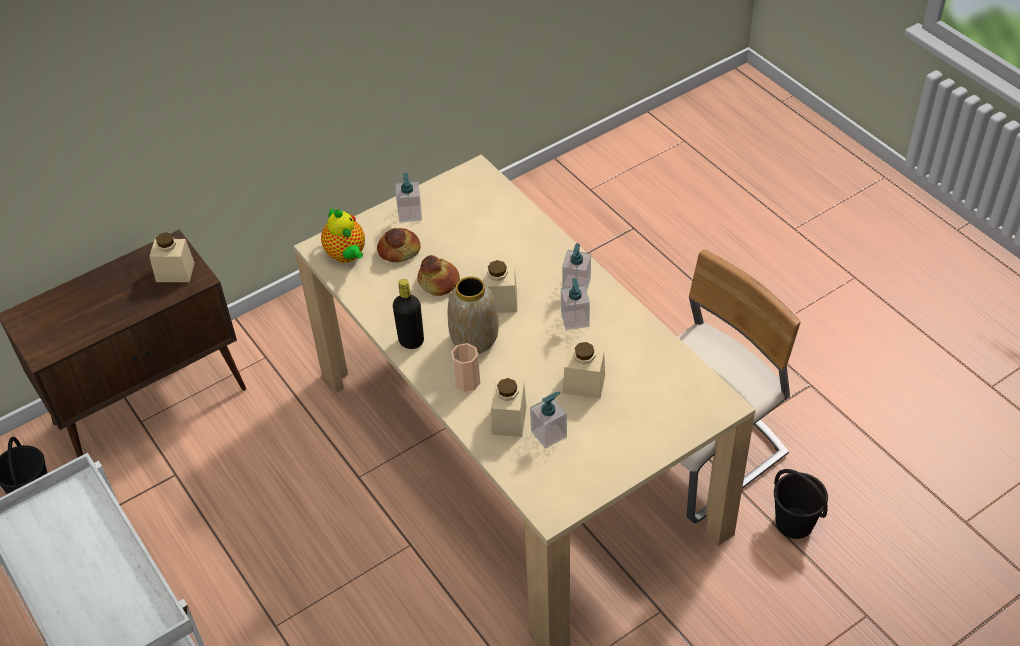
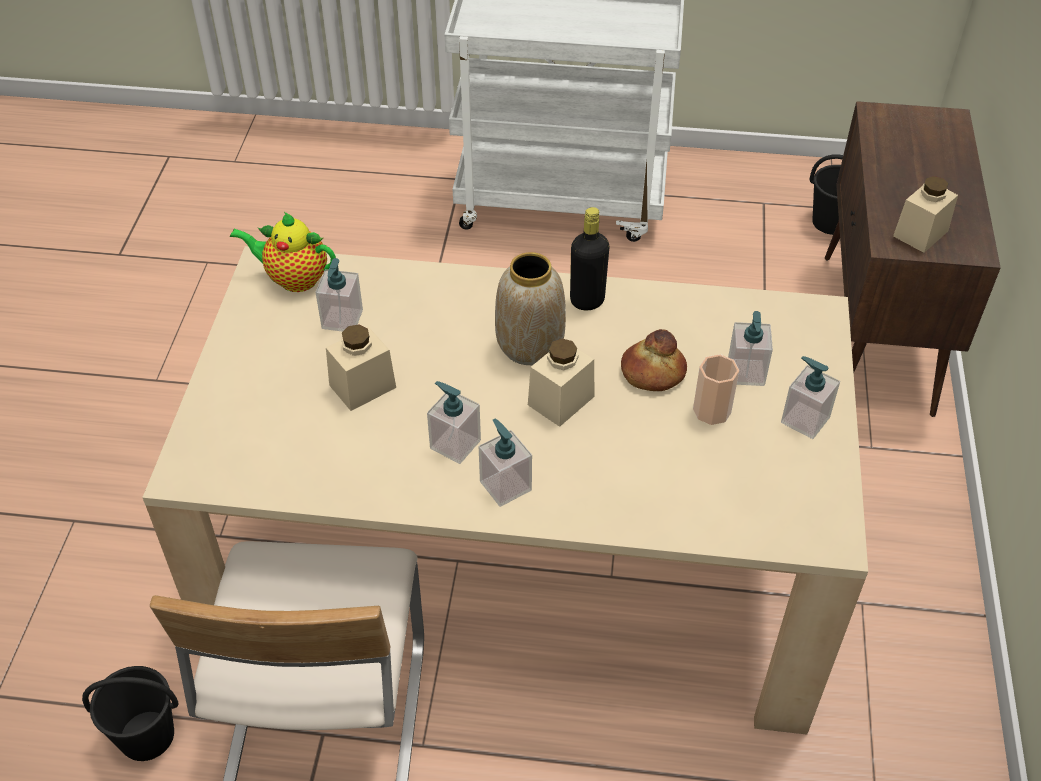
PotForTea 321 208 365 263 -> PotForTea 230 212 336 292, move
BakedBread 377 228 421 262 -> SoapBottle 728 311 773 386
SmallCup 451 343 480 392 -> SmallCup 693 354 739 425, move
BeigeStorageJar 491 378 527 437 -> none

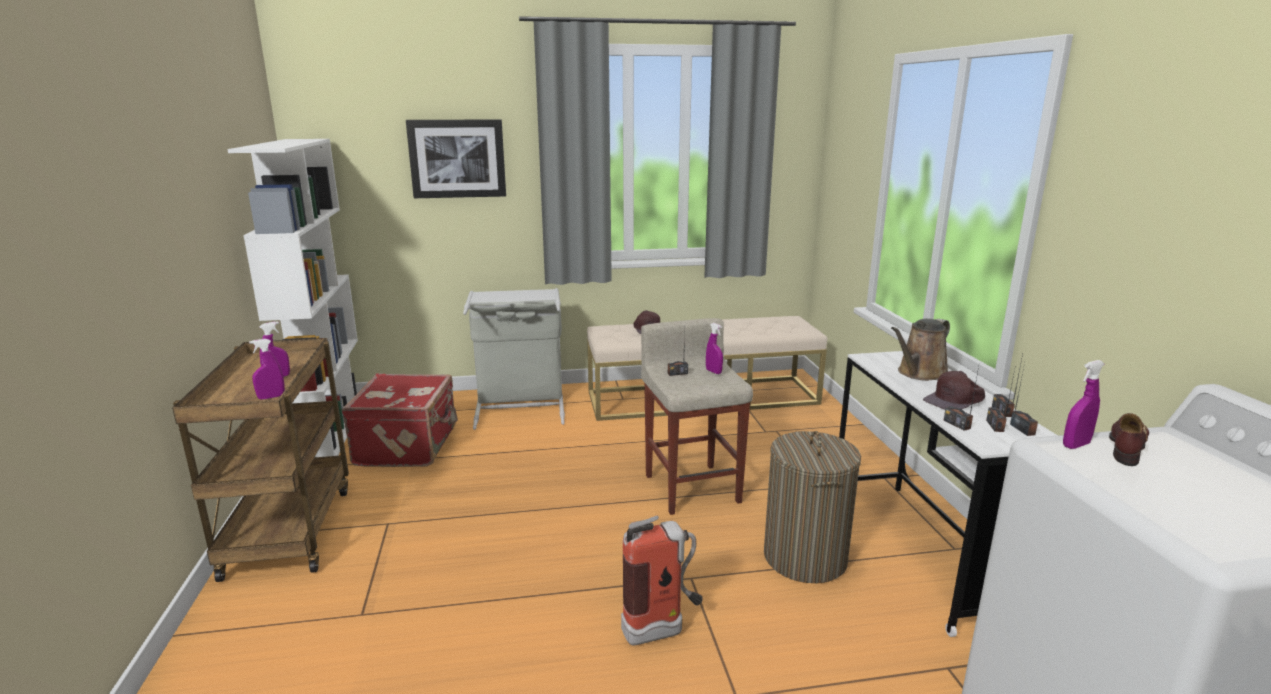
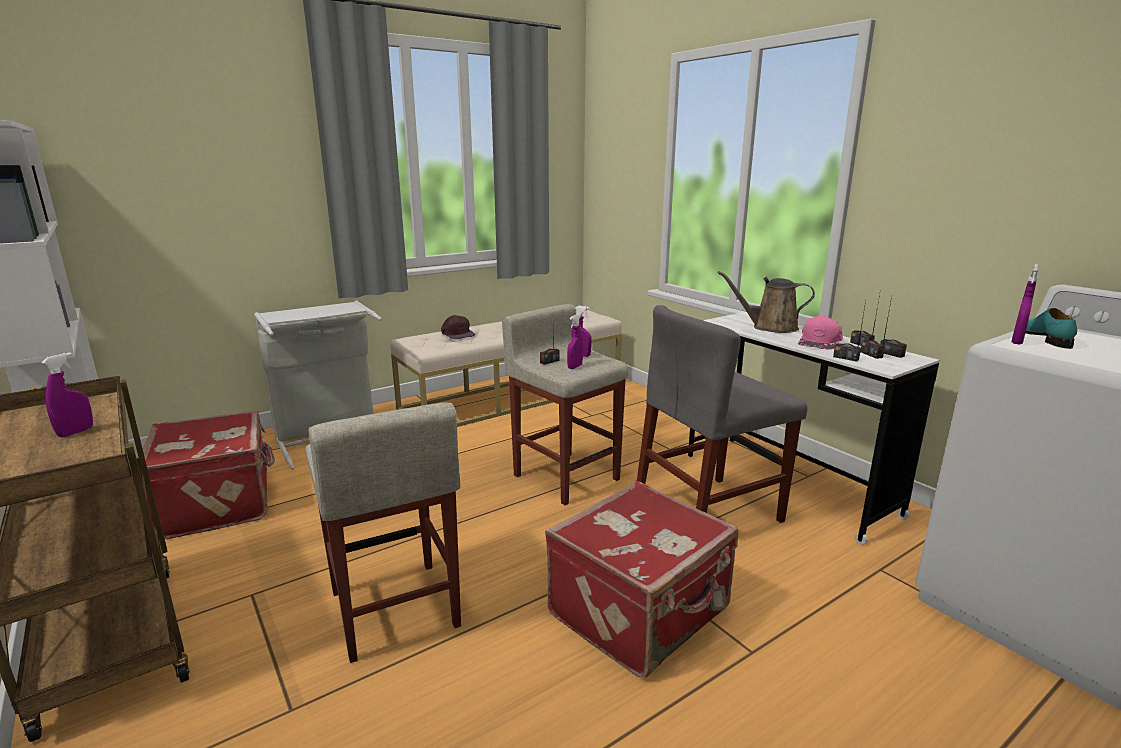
PurpleColouredHandSprayer 249 339 285 400 -> PurpleColouredHandSprayer 567 315 583 369, move
Picture 406 119 506 198 -> none
Extinguisher 621 516 703 645 -> RedColouredTravelCase 545 481 739 678
WashingBasket 764 431 861 583 -> GreyishUprightChair 637 305 807 523
BrownishWateringCan 891 319 950 381 -> BrownishWateringCan 718 271 815 333, 75 degrees clockwise
BrownishBaseballCap 923 371 985 410 -> PinkColouredBaseballCap 798 315 843 350
BrownishItemOfFootwear 1109 413 1149 466 -> TurquoiseItemOfFootwear 1026 308 1077 349
none -> BeigeSittingStool 306 402 461 663

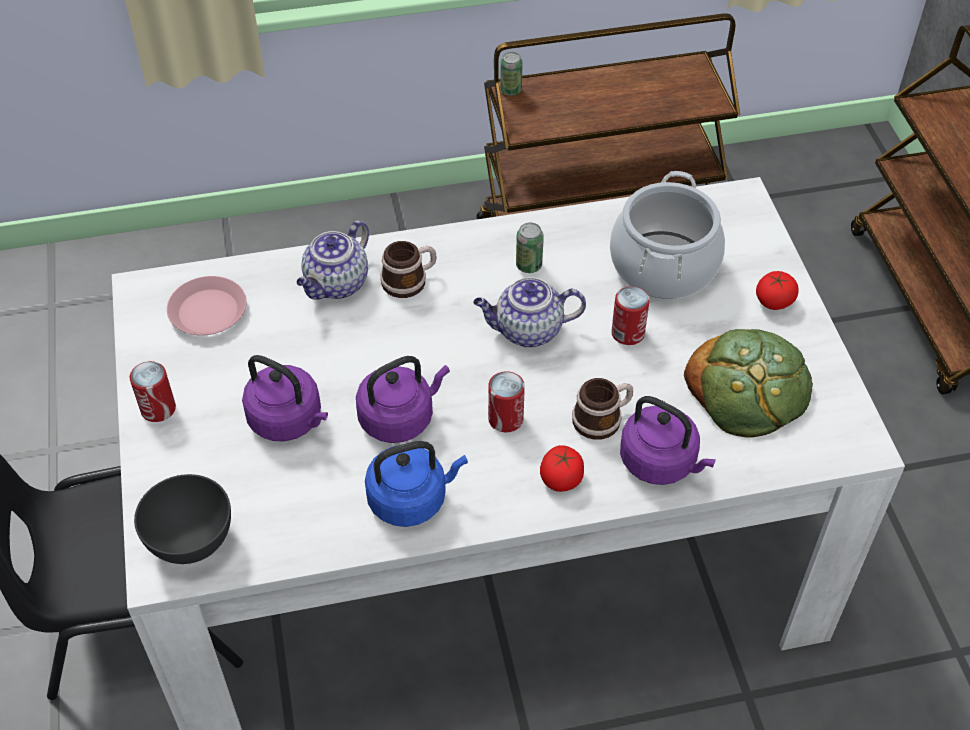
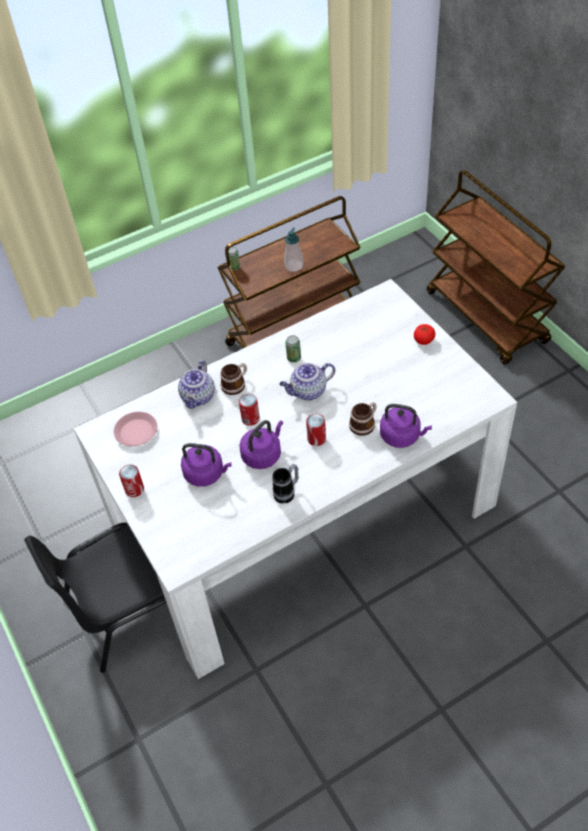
GreyishServingBowl 134 474 231 564 -> none
BluishWaterKettle 365 441 468 527 -> TeaMug 272 464 298 504
FreshTomato 540 445 584 492 -> none
Stockpot 610 171 725 299 -> none
SealedCan 611 286 650 345 -> SealedCan 239 394 260 426, move
BakedBread 684 329 813 438 -> none
none -> SoapBottle 284 227 303 272

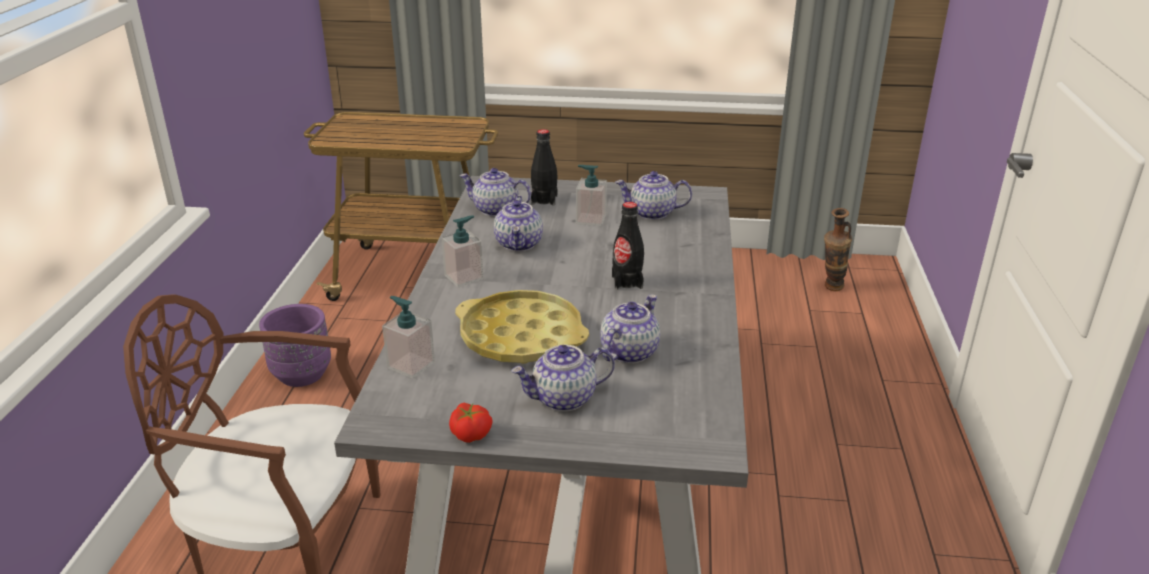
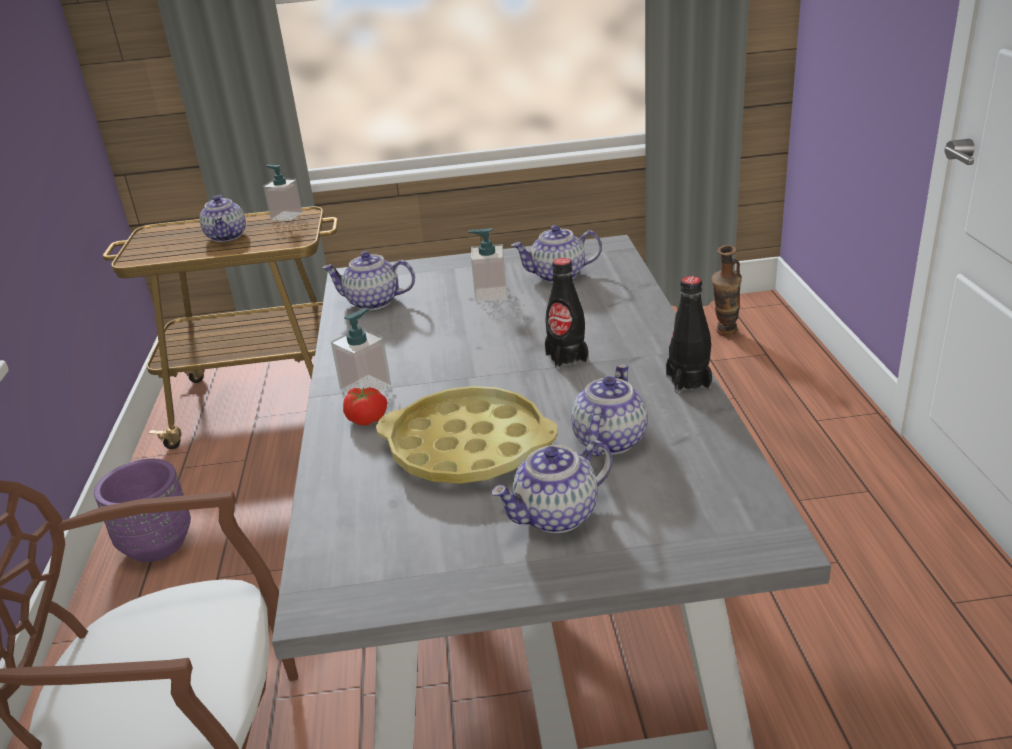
SoapBottle 382 296 435 379 -> SoapBottle 263 165 303 221, move
FreshTomato 449 403 493 443 -> FreshTomato 343 387 387 426, move
PotForTea 494 196 543 251 -> PotForTea 200 195 246 242, move
BlackishBeverageBottle 531 129 557 206 -> BlackishBeverageBottle 666 276 712 393, move

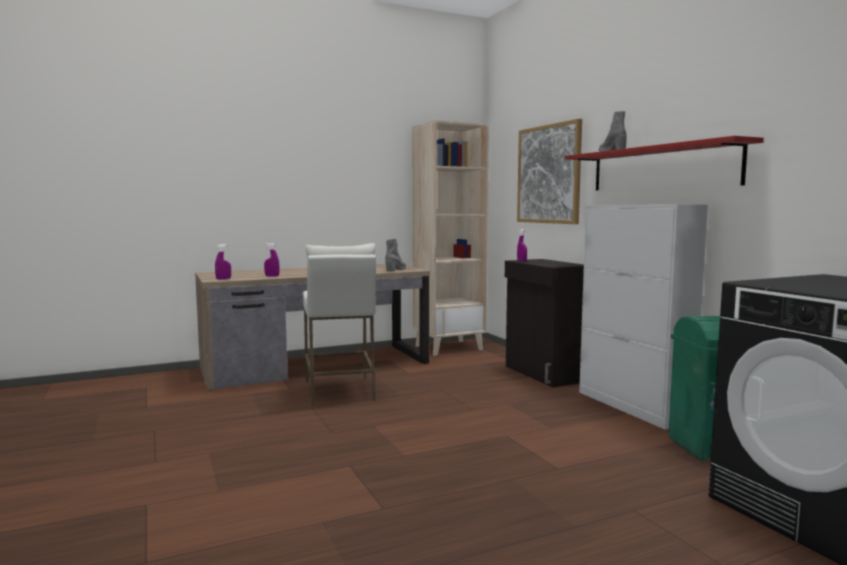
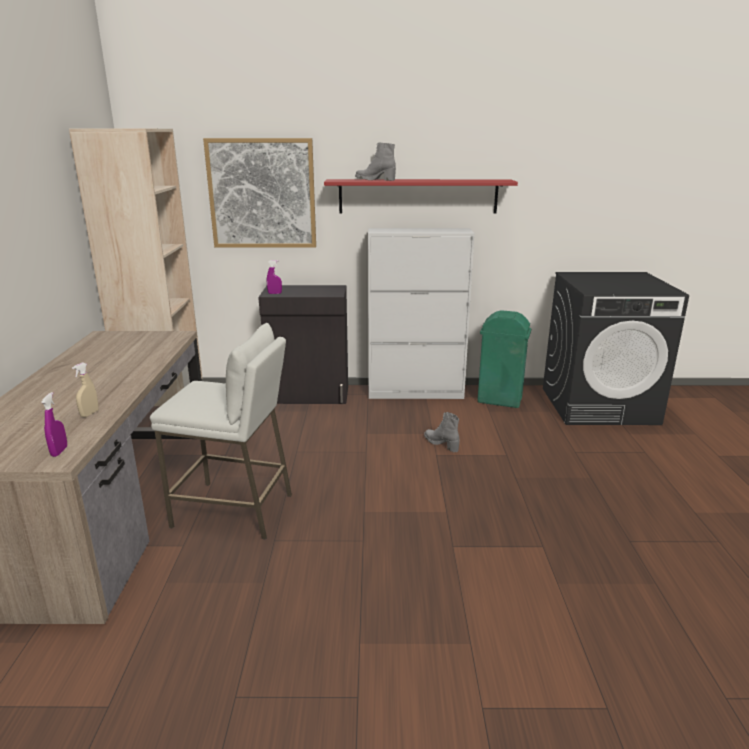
PurpleColouredHandSprayer 264 243 279 276 -> BeigeHandSprayer 72 362 99 417
GreyishTallBoot 385 239 406 271 -> GreyishTallBoot 424 412 460 452, move

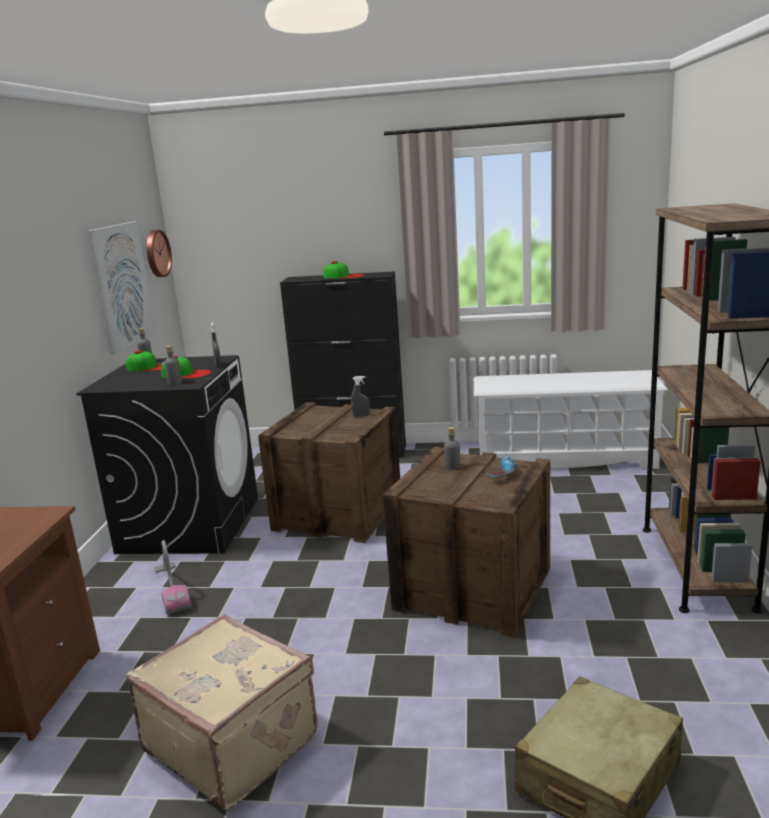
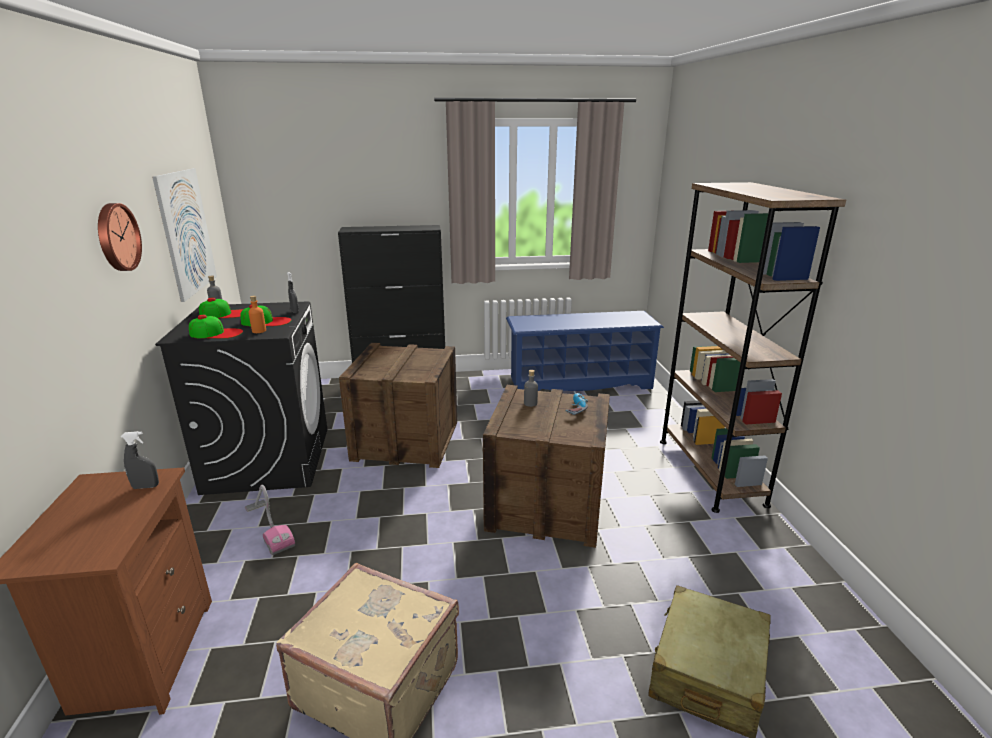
ClockOnTheWall 147 230 172 277 -> ClockOnTheWall 98 203 142 271, move
GreyishBeverageBottle 164 346 182 385 -> OrangeBeverageBottle 248 295 266 333
BaseballCap 323 261 364 279 -> BaseballCap 189 315 243 339, move
GreyishHandSprayer 351 376 370 417 -> GreyishHandSprayer 121 431 159 489, move
WhiteColouredShoeStand 474 370 668 469 -> BluishShoeStand 506 311 664 391

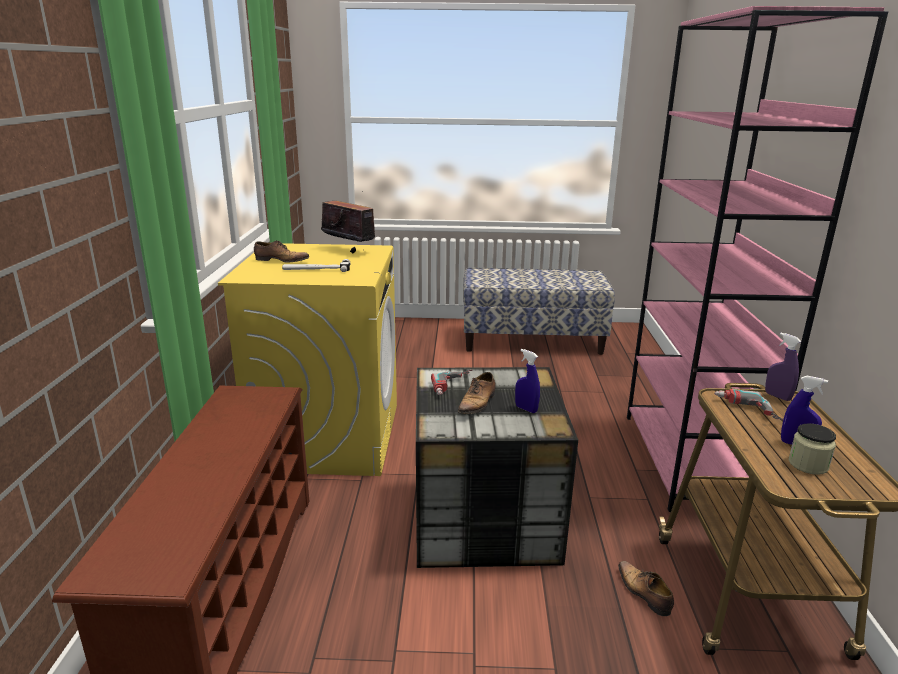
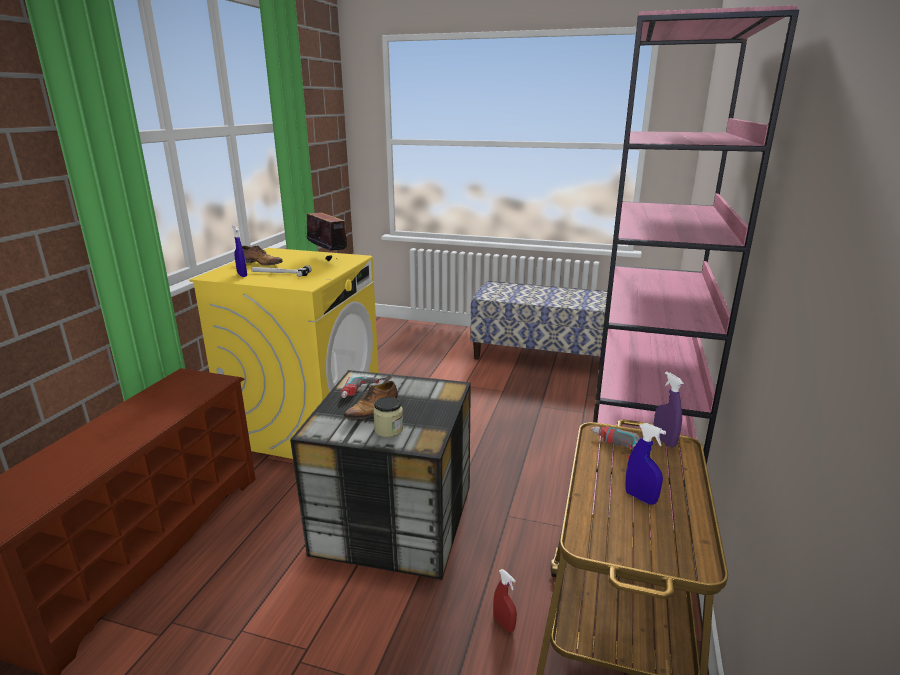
BluishHandSprayer 515 349 540 413 -> BluishHandSprayer 232 225 247 277, move
ItemOfFootwear 618 561 674 616 -> RedColouredHandSprayer 493 569 517 632
StorageJar 789 423 836 475 -> StorageJar 373 397 404 437, move

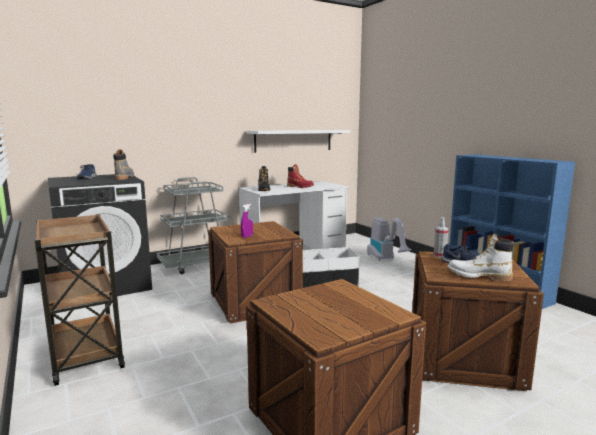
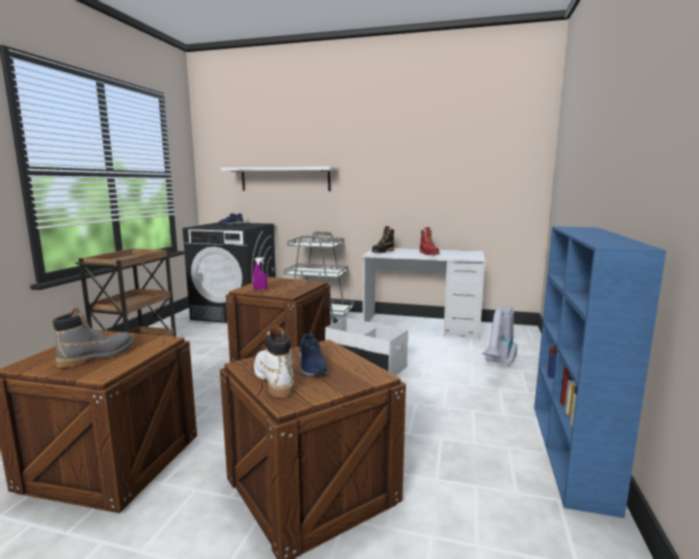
GreyishTallBoot 113 150 134 180 -> GreyishTallBoot 52 307 134 368, move
WhiteColouredShelf 246 130 351 153 -> WhiteColouredShelf 221 166 338 191, move
HandSprayer 434 217 448 258 -> none

